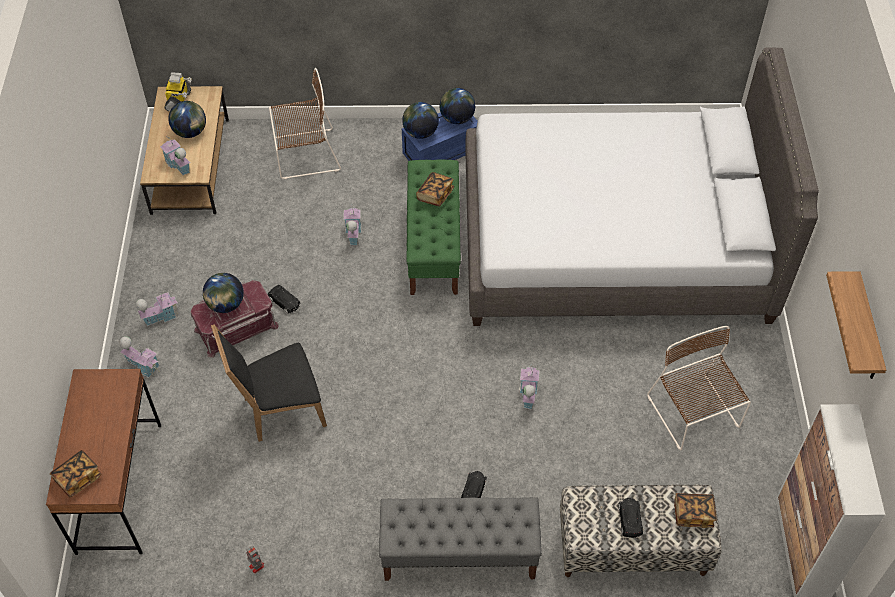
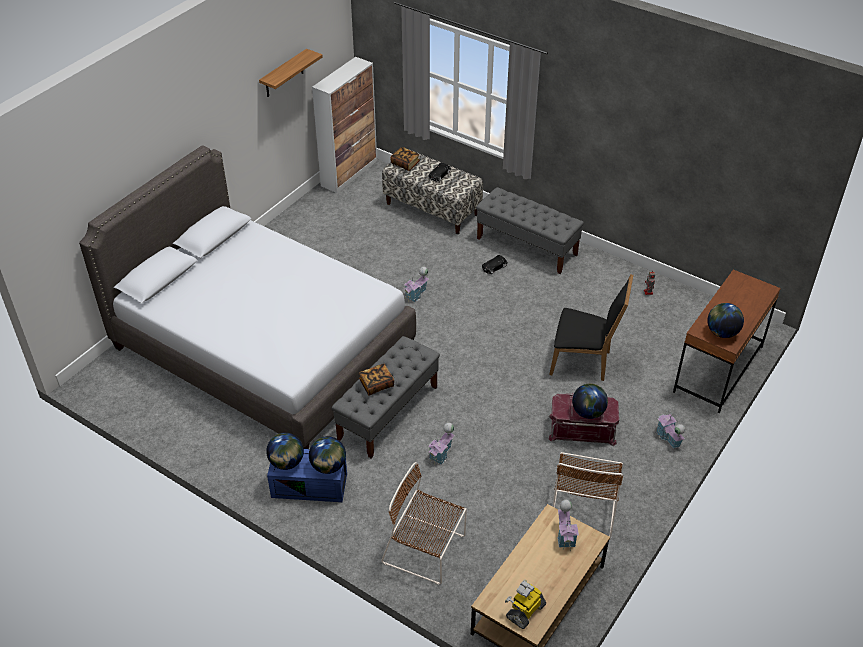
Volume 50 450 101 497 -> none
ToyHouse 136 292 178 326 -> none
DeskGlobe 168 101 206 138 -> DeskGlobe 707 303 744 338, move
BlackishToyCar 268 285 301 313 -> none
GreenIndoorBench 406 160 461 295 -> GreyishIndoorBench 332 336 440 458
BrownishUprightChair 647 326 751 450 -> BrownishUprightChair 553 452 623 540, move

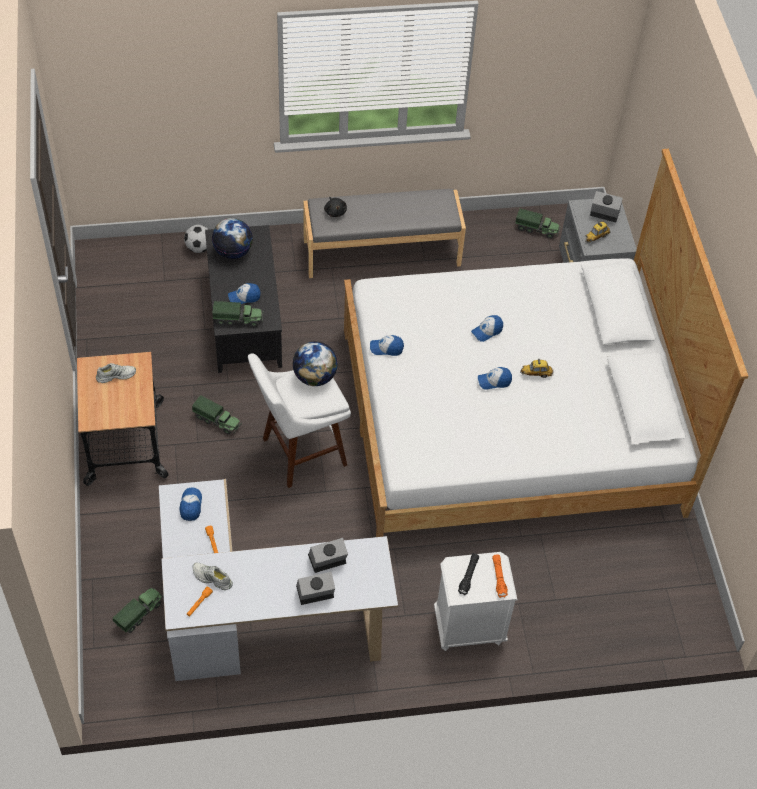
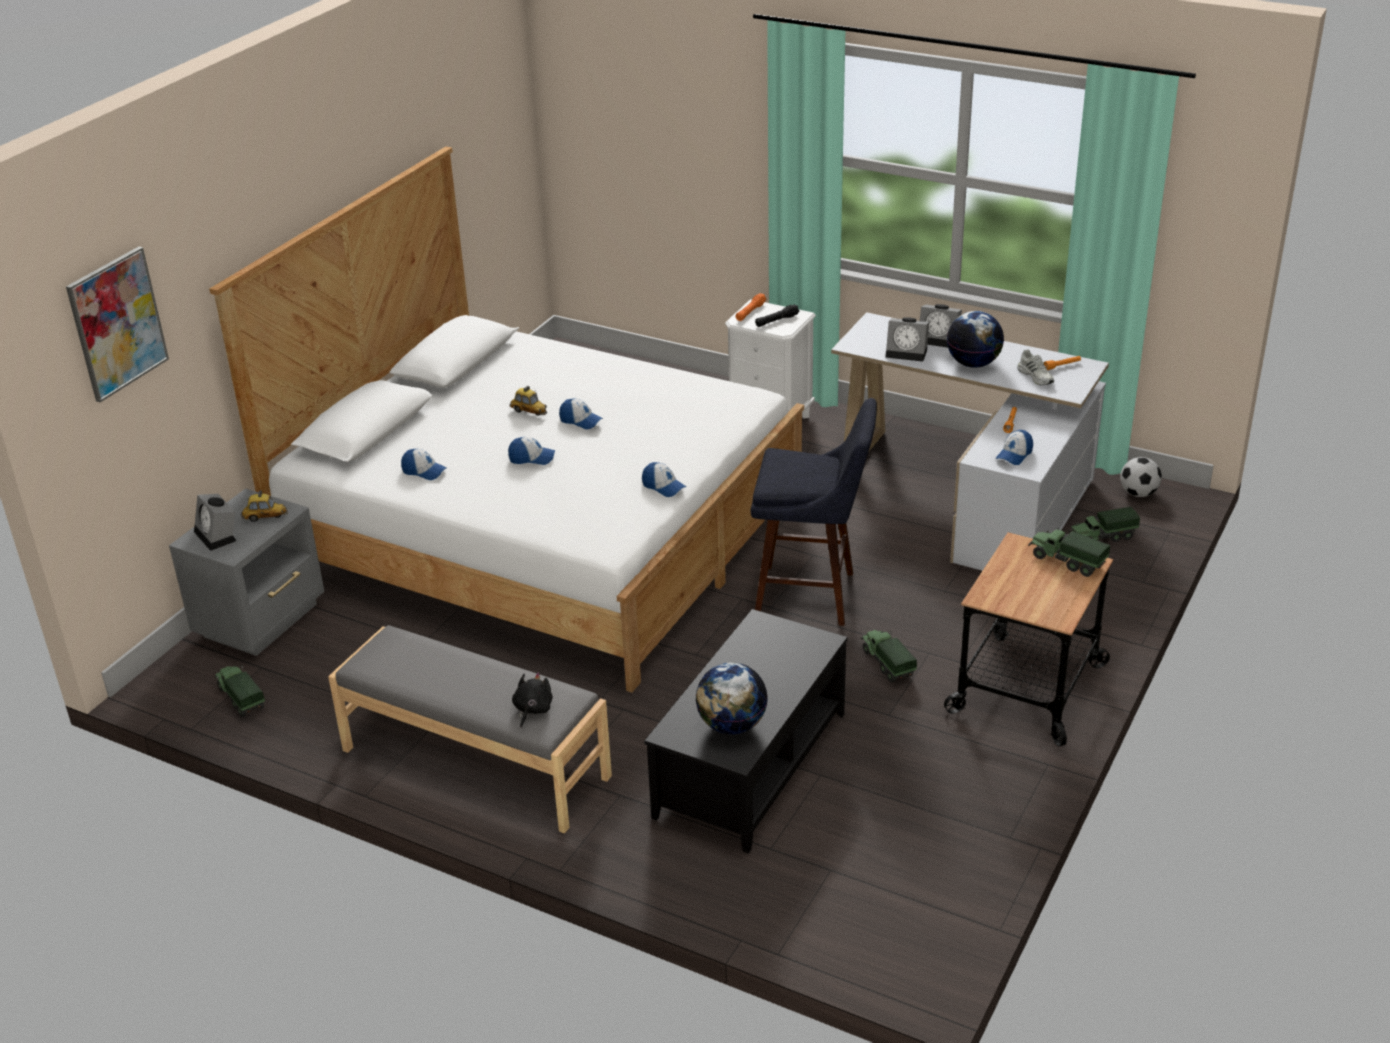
WhiteColouredItemOfFootwear 96 363 136 383 -> none
FootballBall 184 225 209 253 -> FootballBall 1120 457 1162 497, move
ToyLorry 212 301 263 327 -> ToyLorry 1028 528 1110 577, move
BaseballCap 228 283 260 304 -> BaseballCap 401 449 447 480, move
WhiteColouredSittingStool 248 353 351 488 -> BluishSittingStool 751 398 877 626
DeskGlobe 293 341 338 386 -> DeskGlobe 947 311 1004 367, move
none -> Picture 66 247 169 402

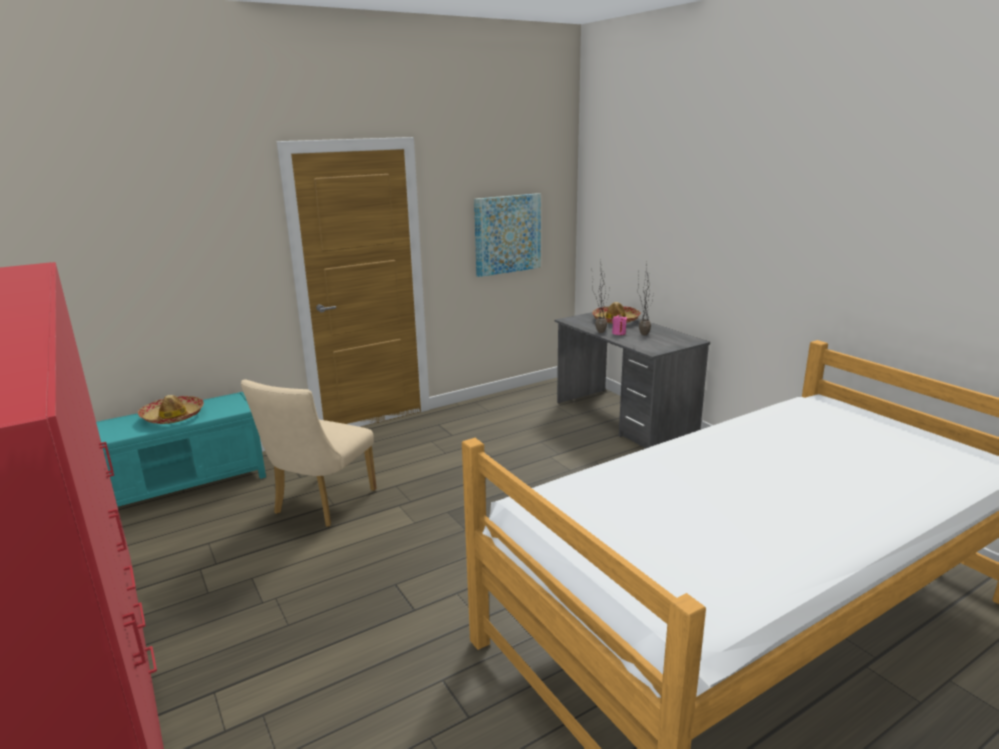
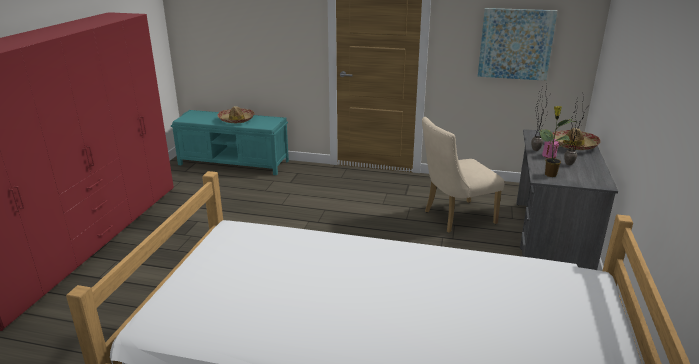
BeigeUprightChair 241 379 377 527 -> BeigeUprightChair 422 117 505 233, move
none -> PlantInAPot 538 106 576 177

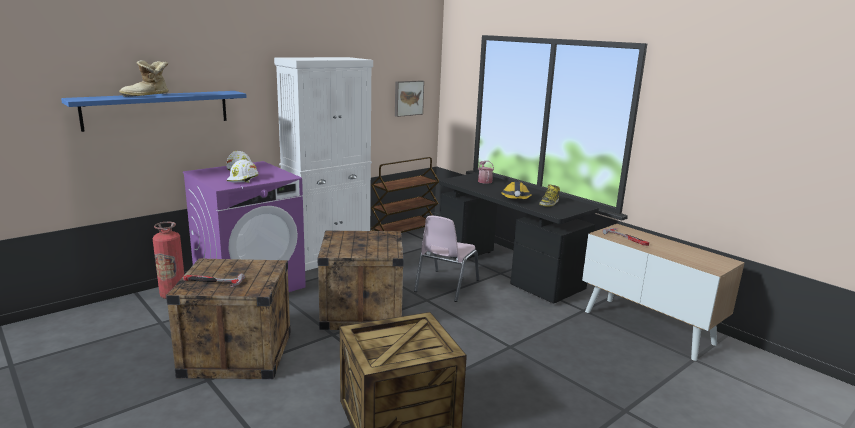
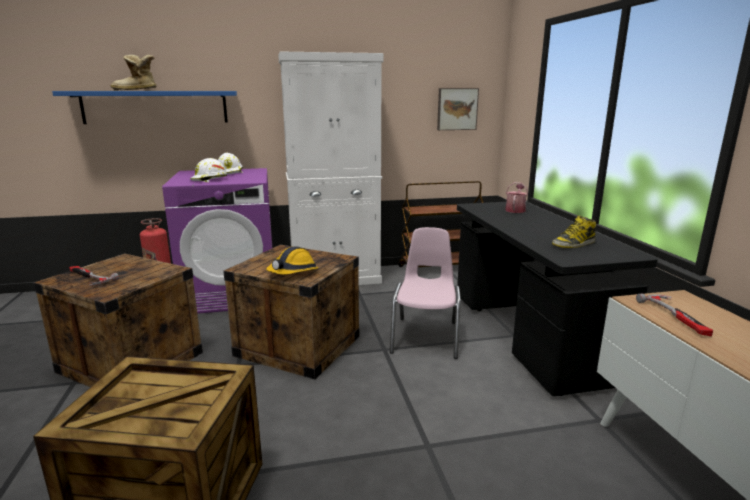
PinkColouredUprightChair 414 216 479 302 -> PinkColouredUprightChair 390 227 461 359, 135 degrees clockwise
SafetyHelmet 501 181 532 199 -> SafetyHelmet 266 246 318 275, move

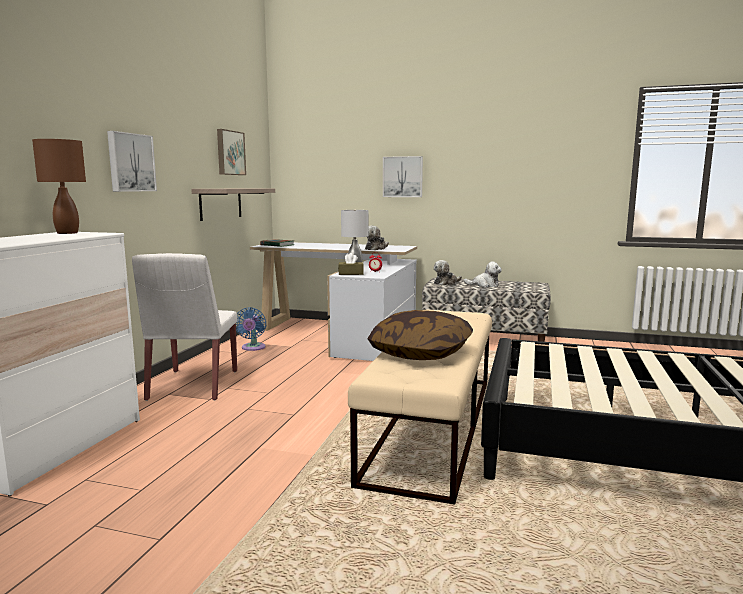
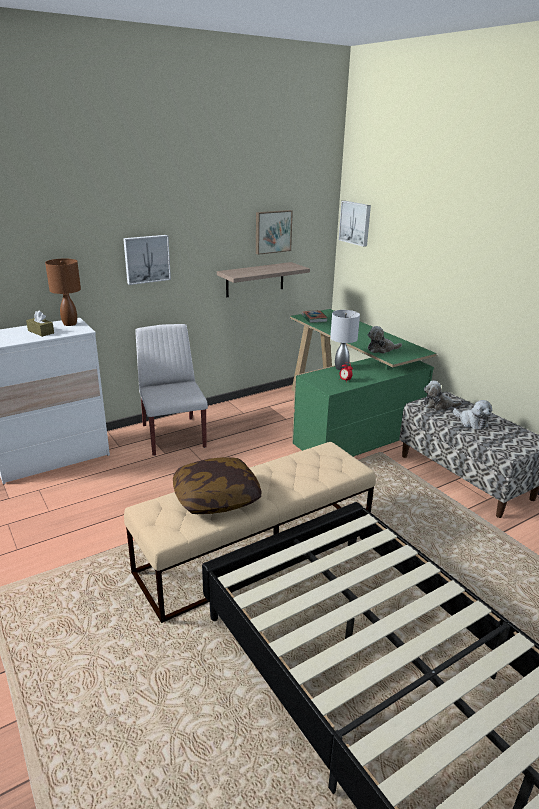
WhiteColouredUprightChair 132 253 237 401 -> WhiteColouredUprightChair 135 324 208 456, 120 degrees clockwise
BluishElectricFan 236 307 266 351 -> none
WhiteColouredDeskUnit 250 242 417 361 -> GreenDeskUnit 290 309 437 457
BrownishTissueBox 338 253 364 275 -> BrownishTissueBox 26 310 54 337, move
Picture 383 156 423 197 -> Picture 339 201 371 247, move

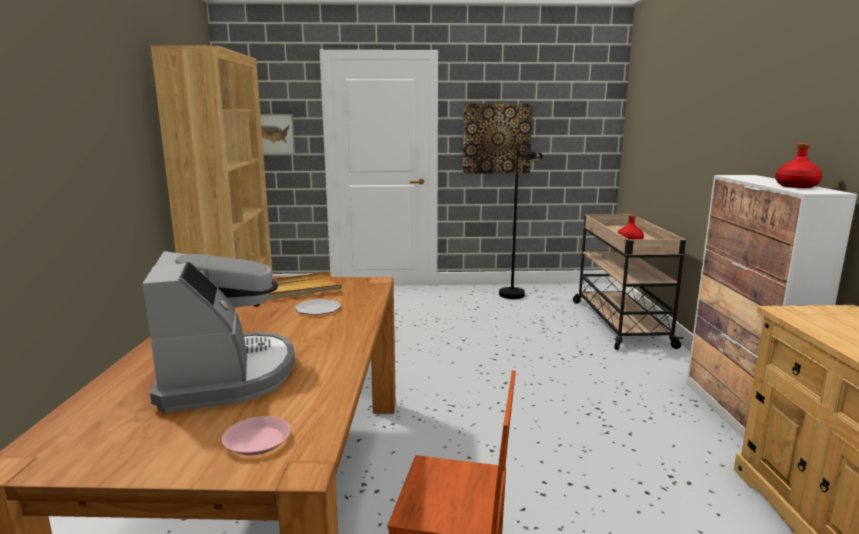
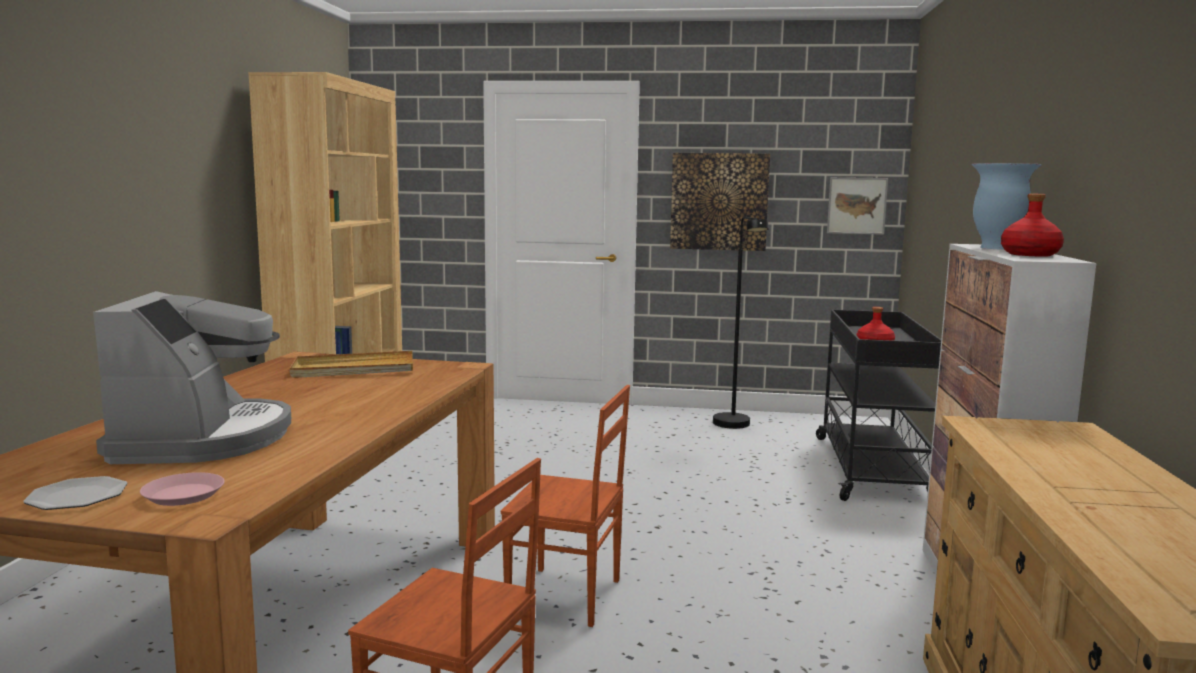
Picture 260 114 295 154 -> Picture 827 177 888 235, move
DinnerPlate 295 299 342 315 -> DinnerPlate 23 476 128 510, move
BeigeWheeledCart 573 214 686 350 -> BlackishWheeledCart 816 310 941 501
none -> BrownishUprightChair 501 385 630 627
none -> Vase 972 163 1042 250

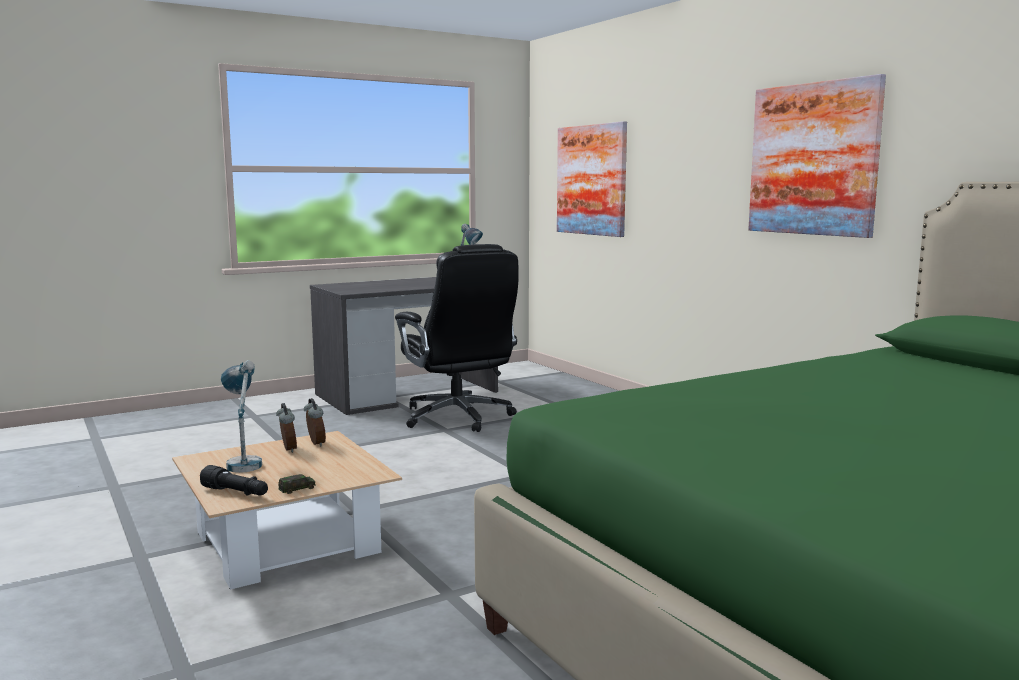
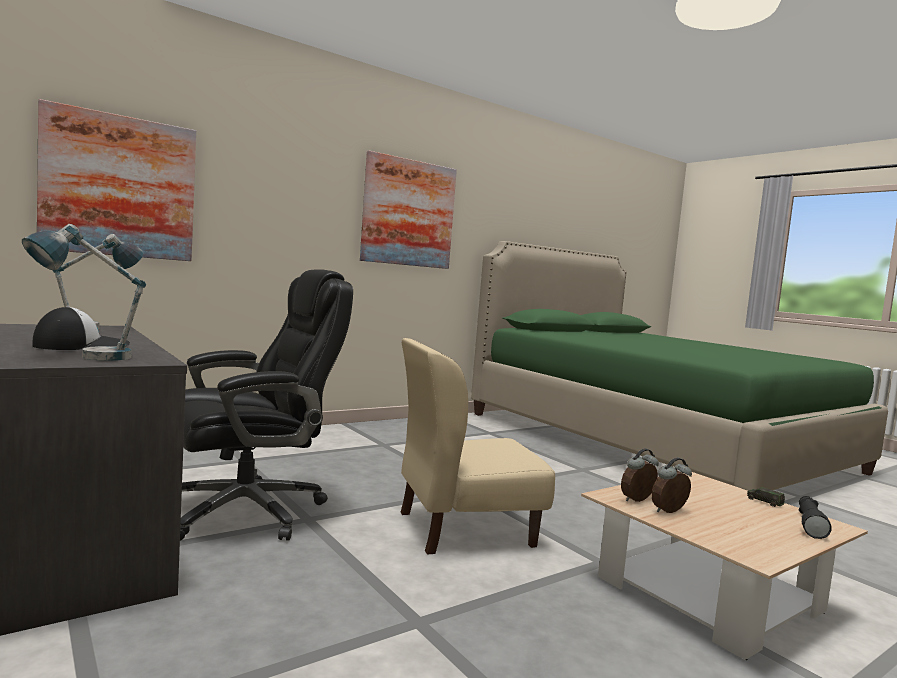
TabletopLamp 221 360 262 473 -> TabletopLamp 22 224 146 361, move
none -> BaseballCap 32 306 130 350
none -> BeigeUprightChair 401 338 555 555

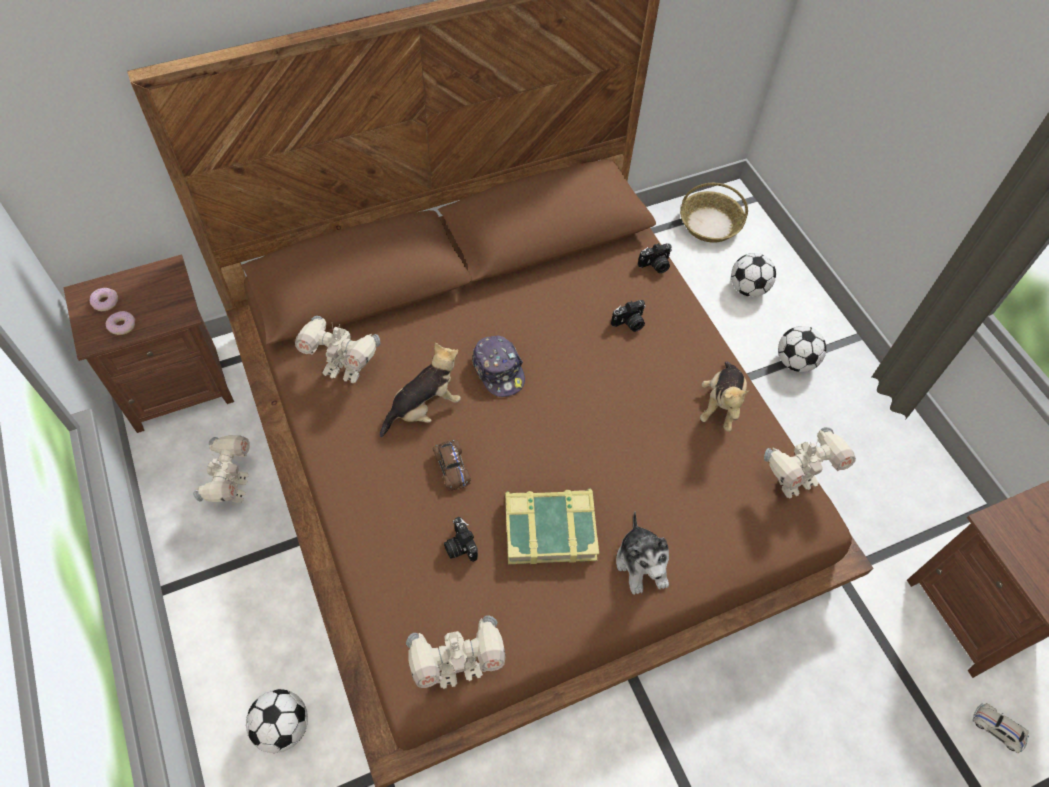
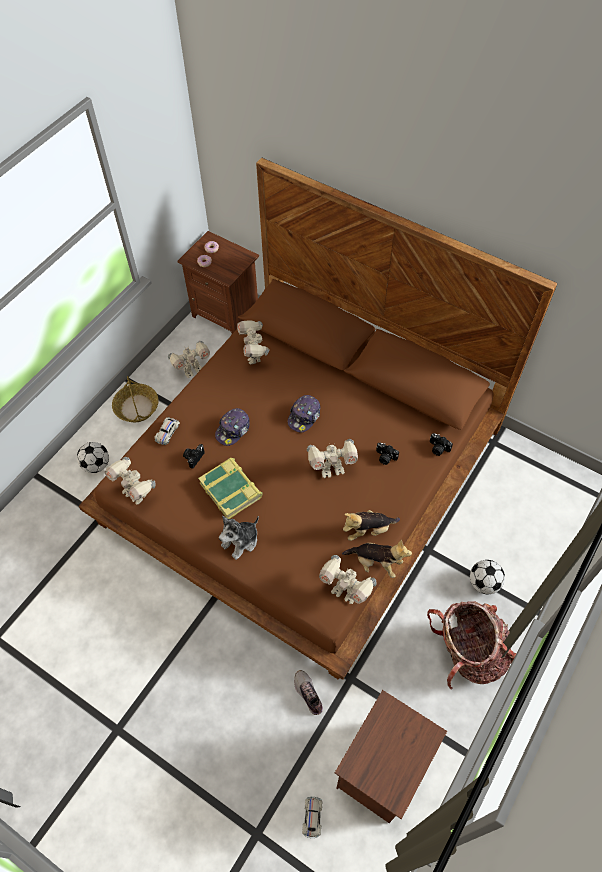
PlushToy 380 343 461 438 -> PlushToy 342 540 412 578, move
BrownishToyCar 433 440 471 490 -> BaseballCap 215 408 250 446
HouseholdBasket 680 183 748 243 -> HouseholdBasket 112 376 159 422, move
FootballBall 731 253 776 297 -> none
none -> WhiteColouredToyCar 154 417 180 445
none -> ItemOfFootwear 294 670 323 715
none -> RobotFigure 307 439 358 478
none -> Backpack 427 602 516 689

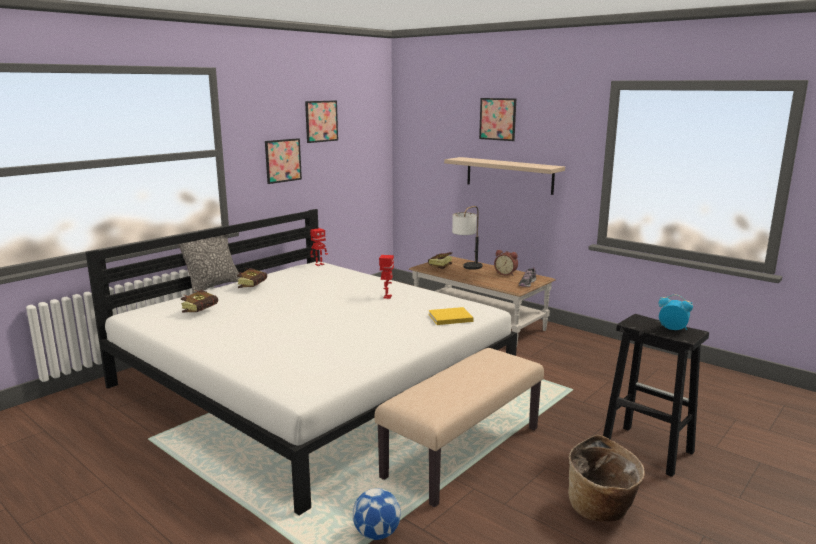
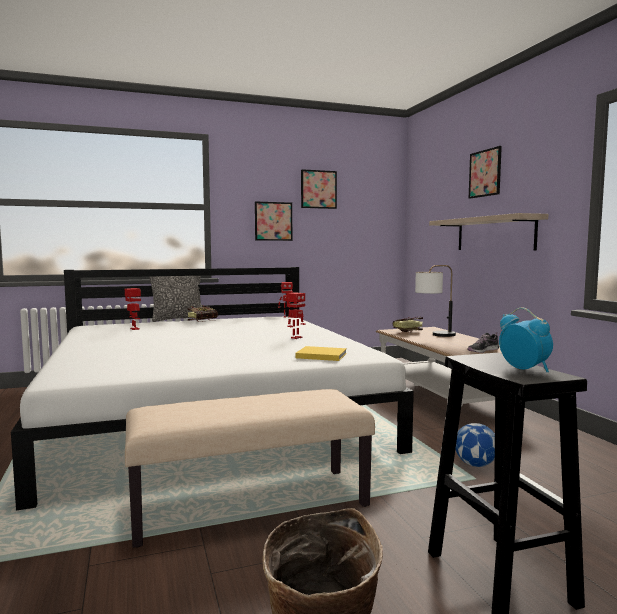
Volume 181 290 218 313 -> RobotFigure 125 288 141 330
FootballBall 352 488 401 540 -> FootballBall 455 423 495 467, move
BedsideClock 494 250 518 276 -> none

